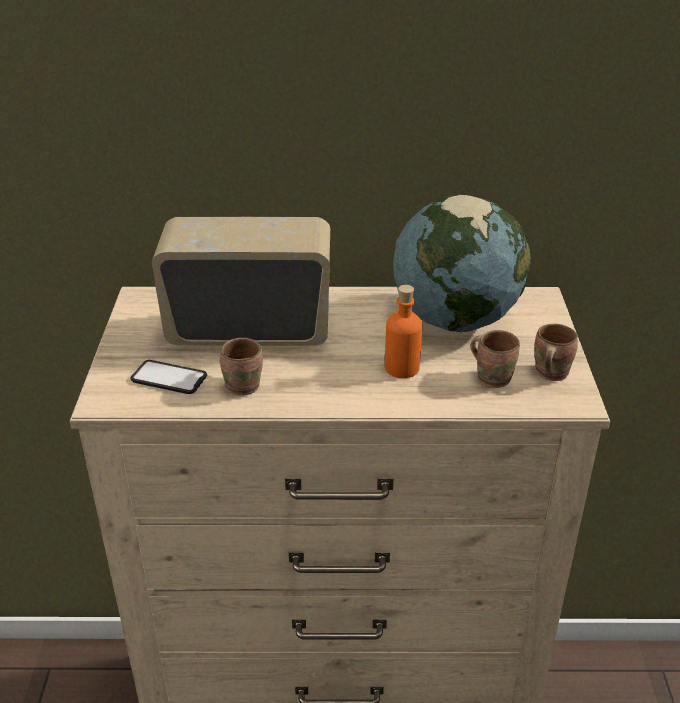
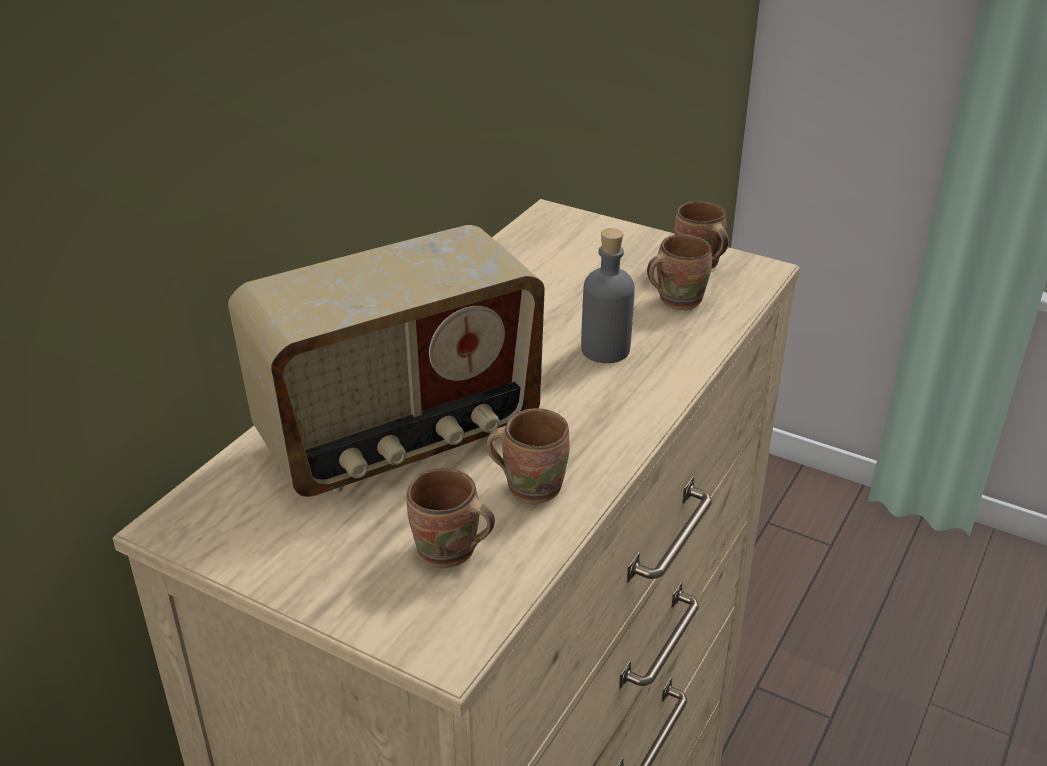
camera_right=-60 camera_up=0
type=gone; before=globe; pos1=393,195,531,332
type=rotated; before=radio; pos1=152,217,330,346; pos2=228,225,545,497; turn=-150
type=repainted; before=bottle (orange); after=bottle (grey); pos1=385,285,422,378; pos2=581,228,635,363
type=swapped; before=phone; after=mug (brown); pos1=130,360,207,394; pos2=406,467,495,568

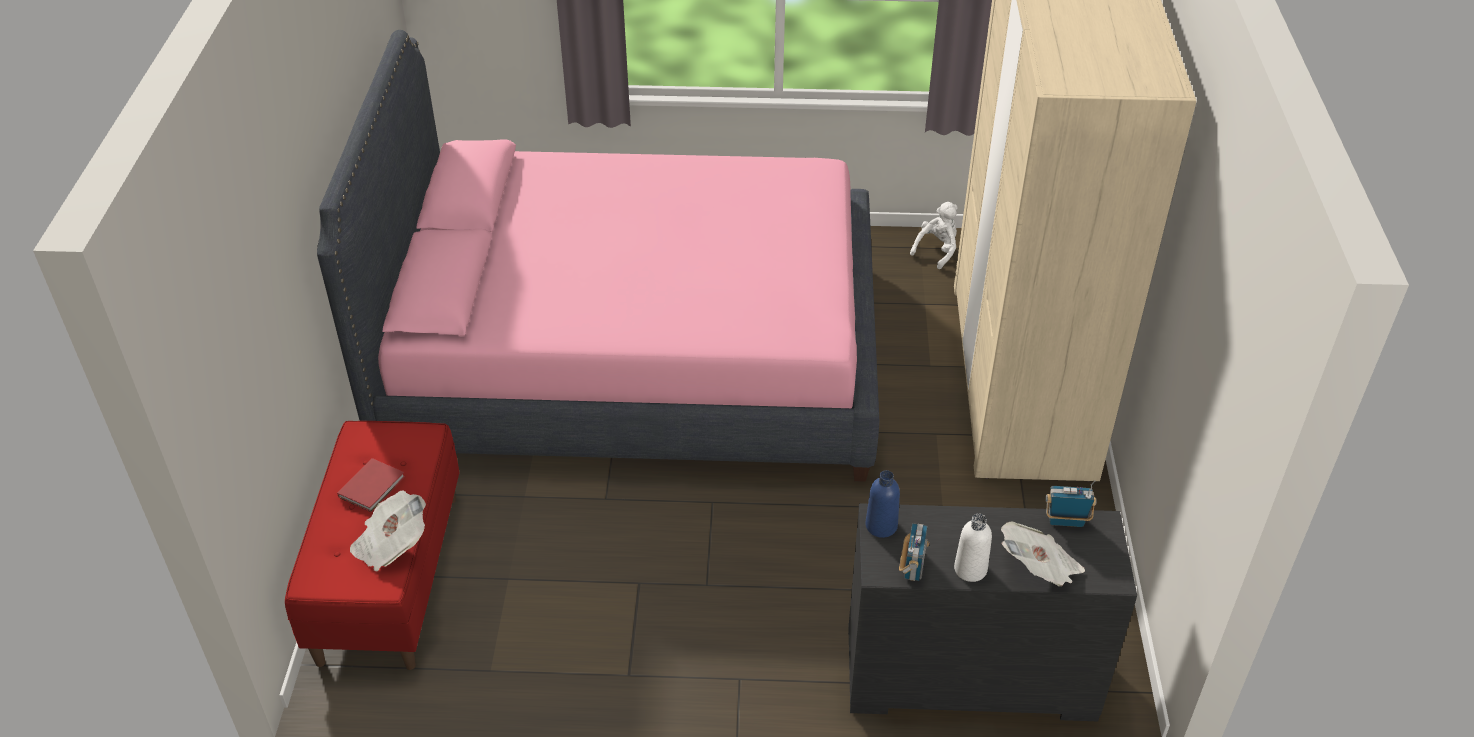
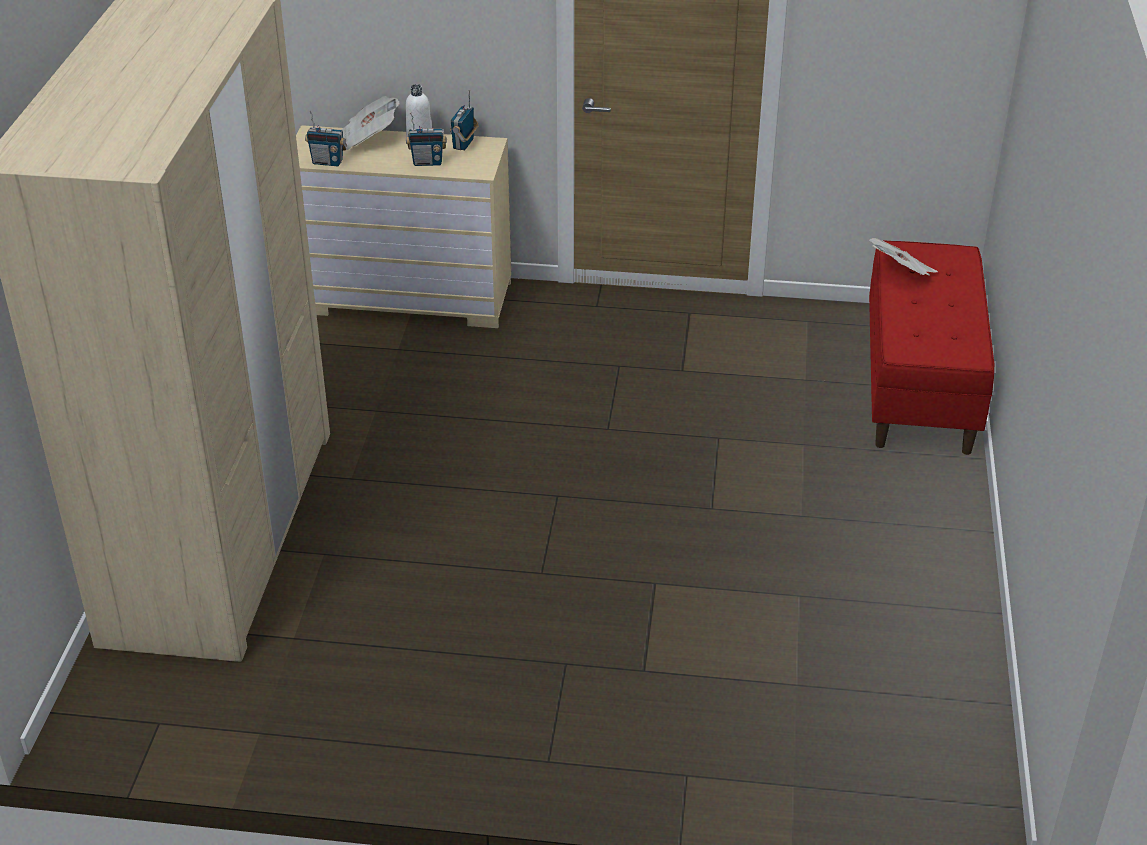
camera_right=-175 camera_up=-5
type=gone; before=bed (pink); pos1=317,30,879,482
type=gone; before=plush toy (white); pos1=910,202,958,269
type=gone; before=book (red); pos1=337,458,405,512
type=gone; before=bottle (blue); pos1=865,470,900,538
type=repainted; before=dresser (black); after=dresser (beige); pos1=848,503,1137,721; pos2=296,125,511,328
type=new; after=radio; pos2=406,112,447,166

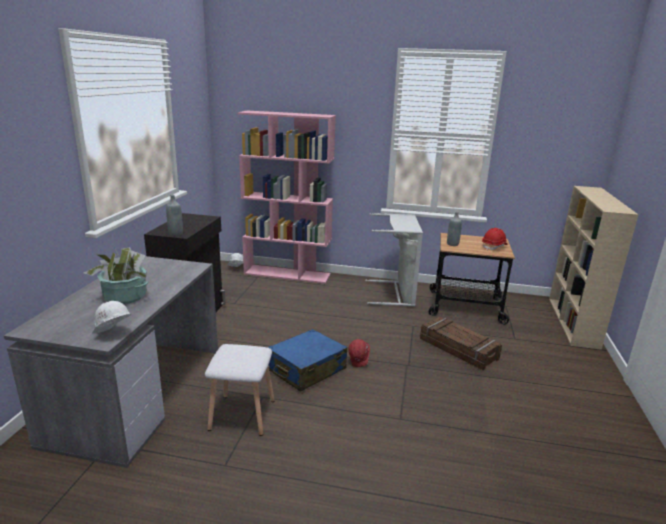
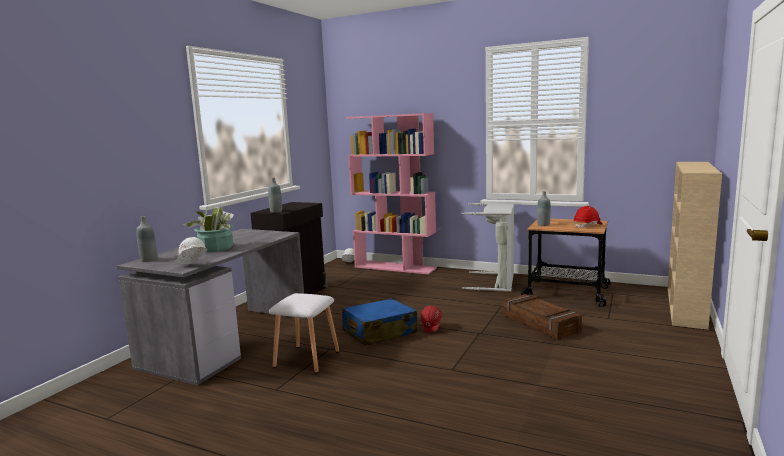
camera_right=15 camera_up=-10
type=new; after=bottle (grey); pos2=136,216,157,262

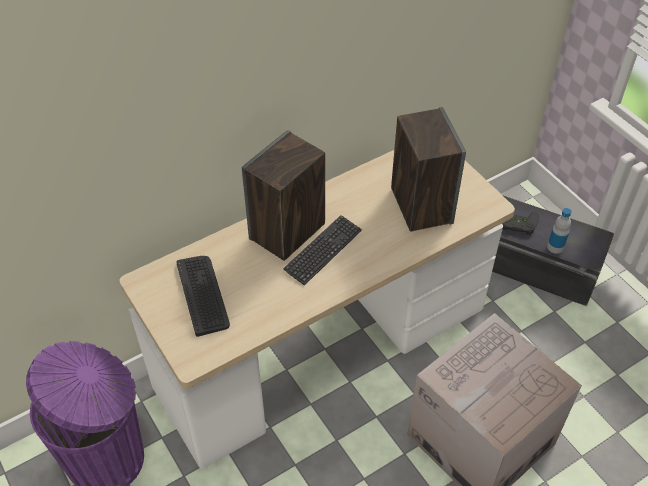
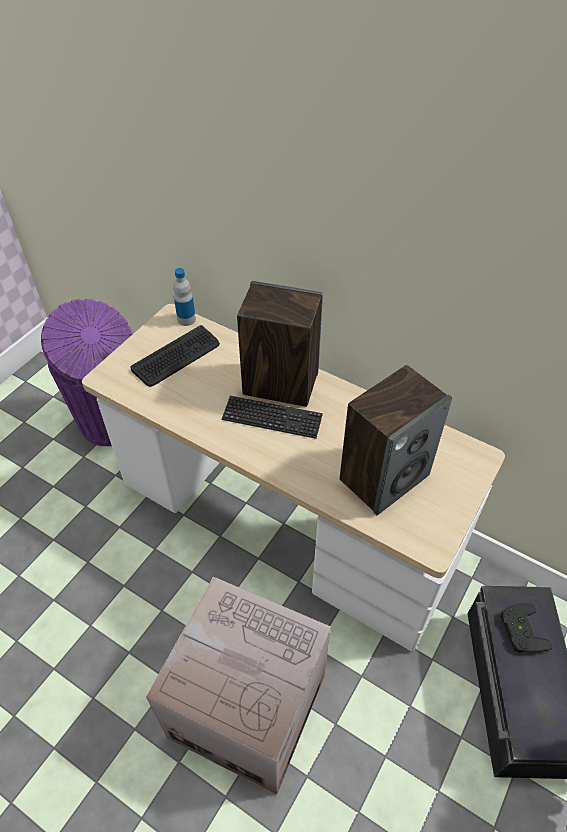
camera_right=65 camera_up=0
type=shifted; before=bottle; pos1=547,208,571,254; pos2=173,268,196,326

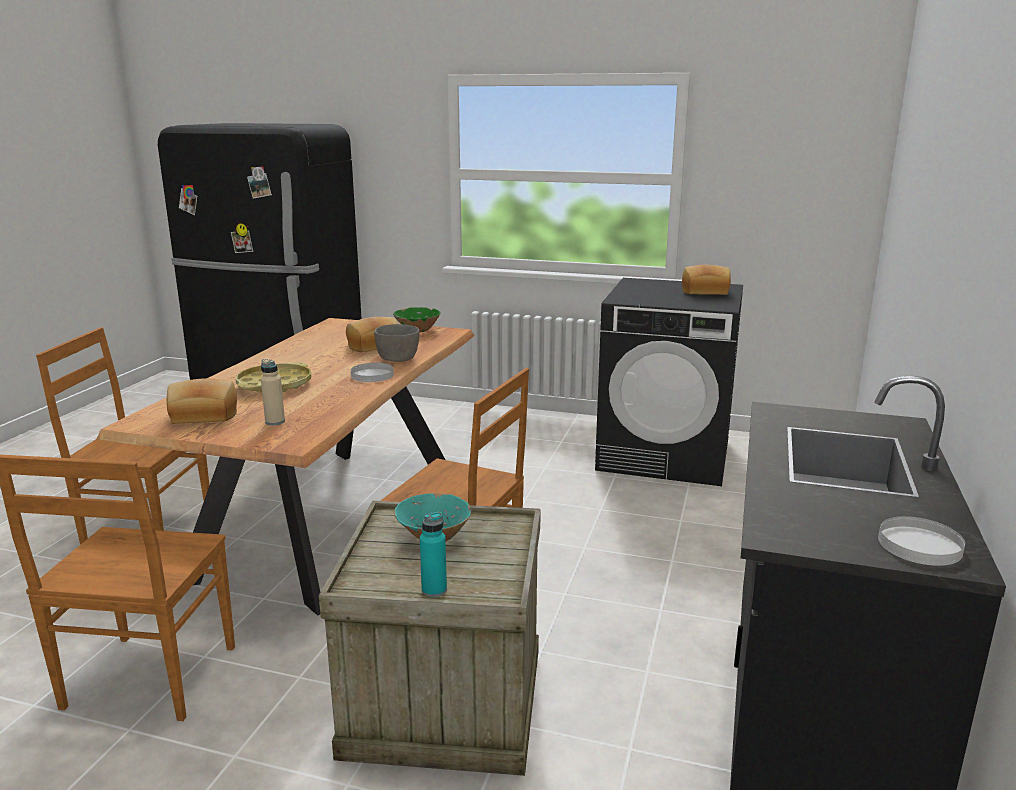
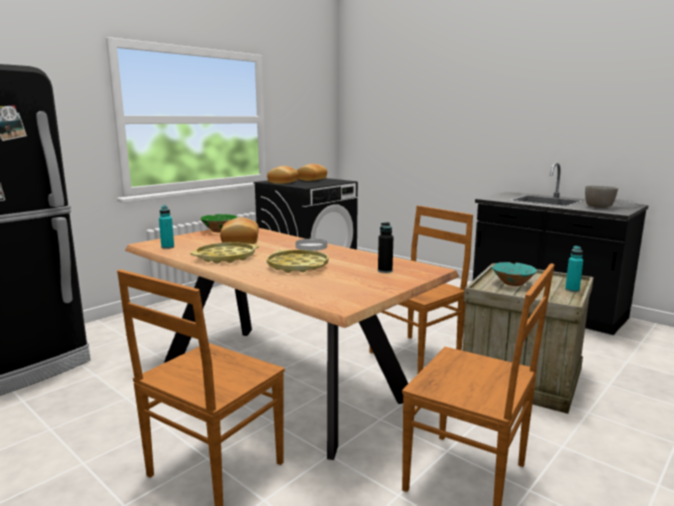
camera_right=-65 camera_up=-5
type=shifted; before=bowl (grey); pos1=374,324,419,362; pos2=585,186,618,208
type=repainted; before=bottle (beige); after=bottle (black); pos1=261,359,285,425; pos2=378,222,393,273
type=shifted; before=bread; pos1=167,378,237,424; pos2=267,166,298,184
type=new; after=bottle (turquoise); pos2=159,205,174,249
type=new; after=tray (yellow); pos2=190,242,259,264

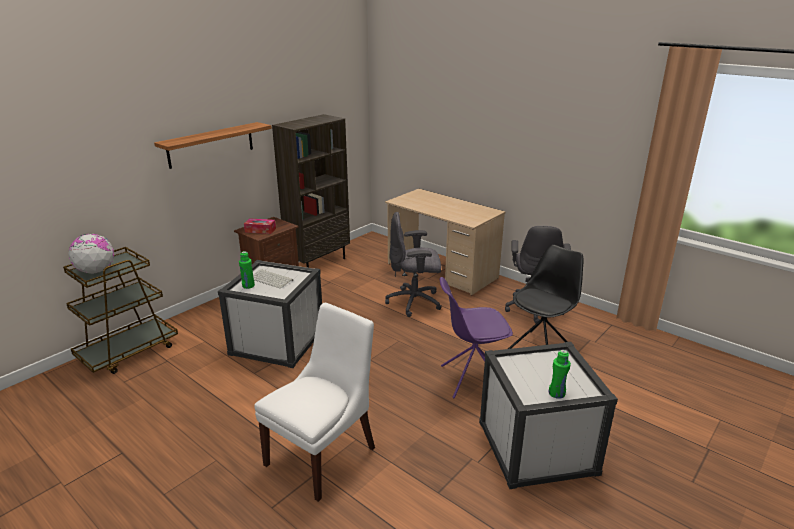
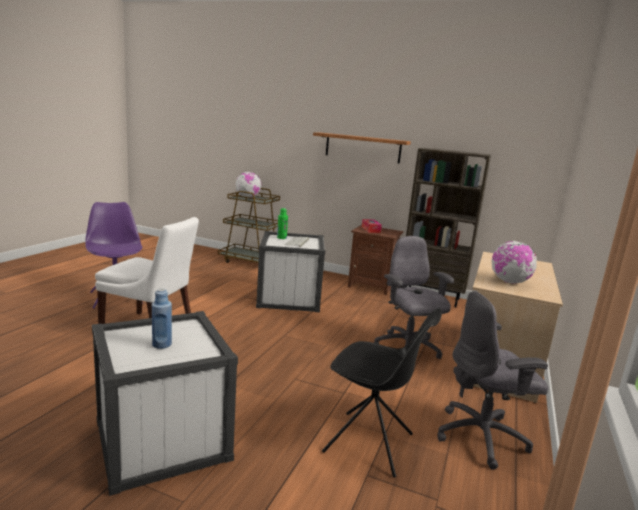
camera_right=70 camera_up=-10
type=shifted; before=chair (purple); pos1=440,277,513,398; pos2=85,202,143,309
type=gone; before=bottle (green); pos1=549,350,571,399
type=new; after=globe; pos2=492,241,537,284
type=new; after=bottle (blue); pos2=151,289,172,349

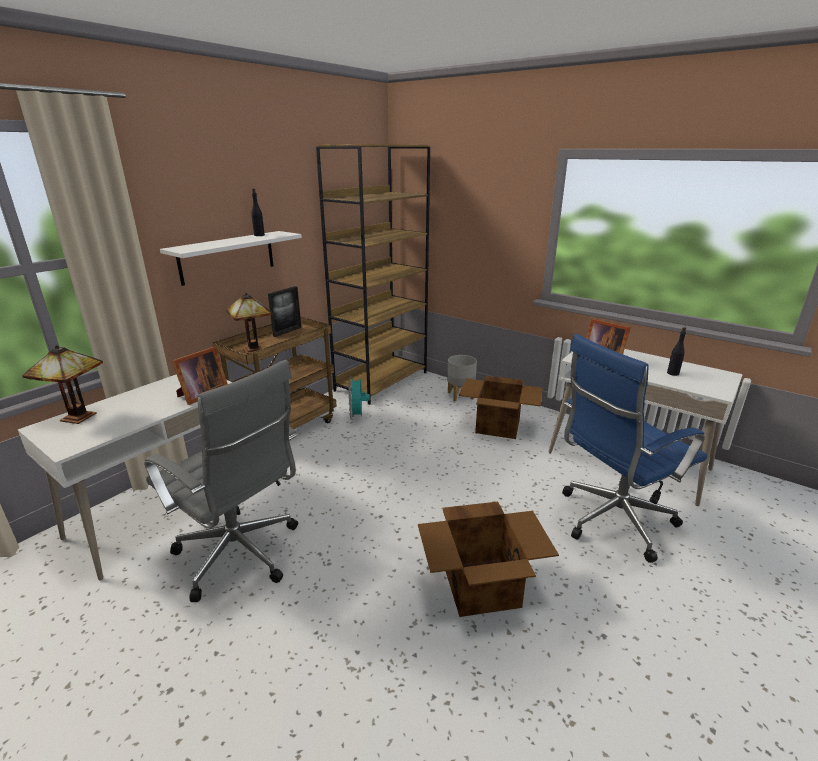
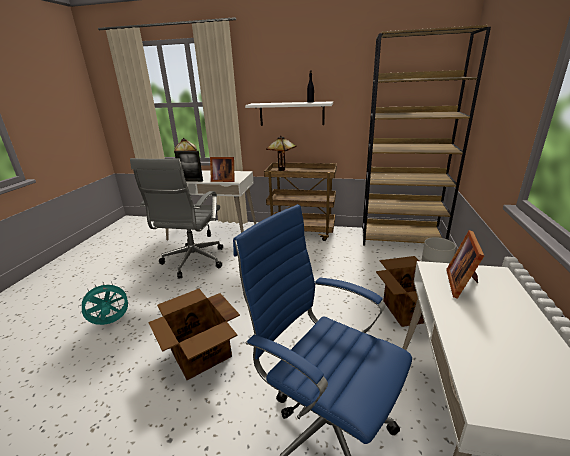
camera_right=65 camera_up=0
type=shifted; before=picture frame; pos1=268,286,301,337; pos2=174,151,203,182
type=gone; before=bottle (black); pos1=667,327,686,376
type=shifted; before=fan (turquoise); pos1=348,376,370,420; pos2=78,281,129,325

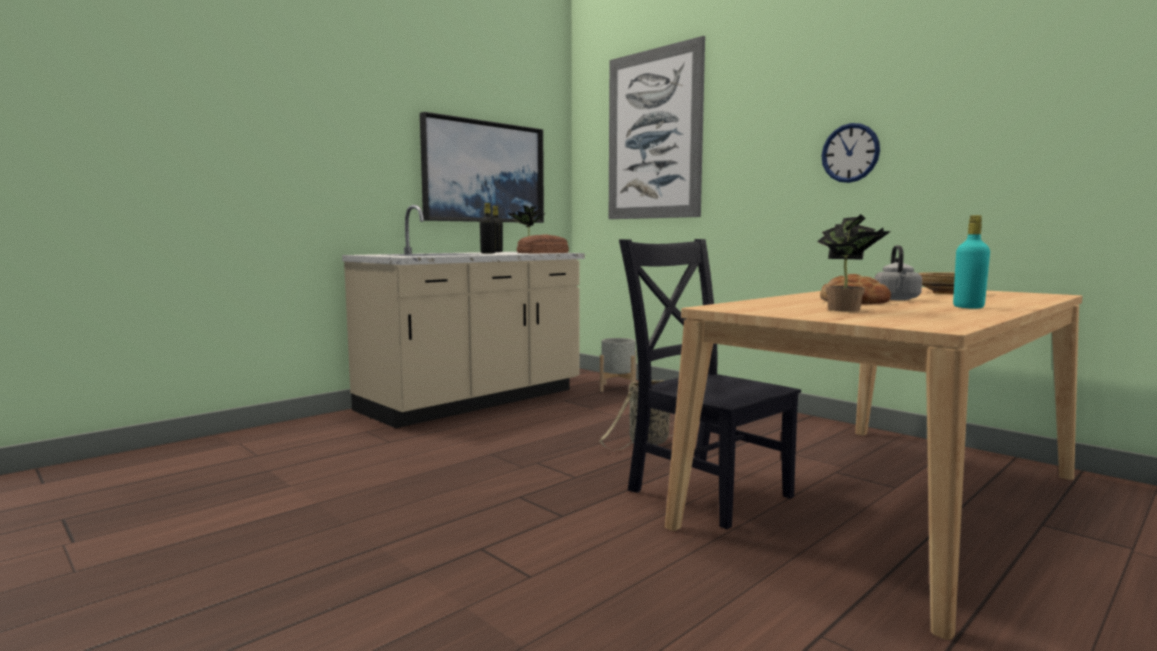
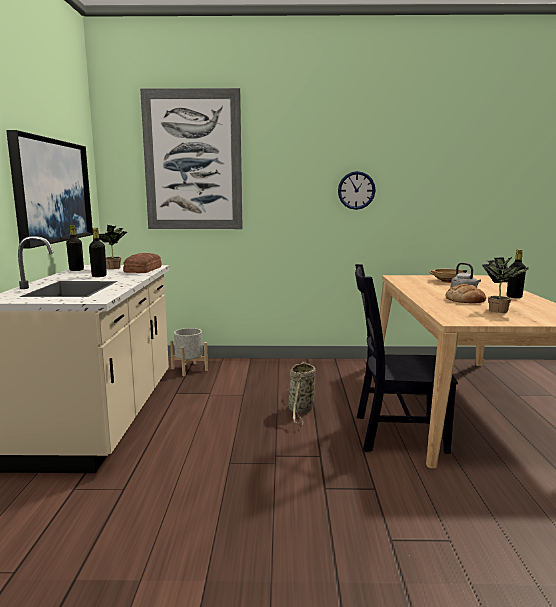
camera_right=-45 camera_up=5
type=repainted; before=bottle (turquoise); after=bottle (black); pos1=953,215,990,309; pos2=507,249,526,298

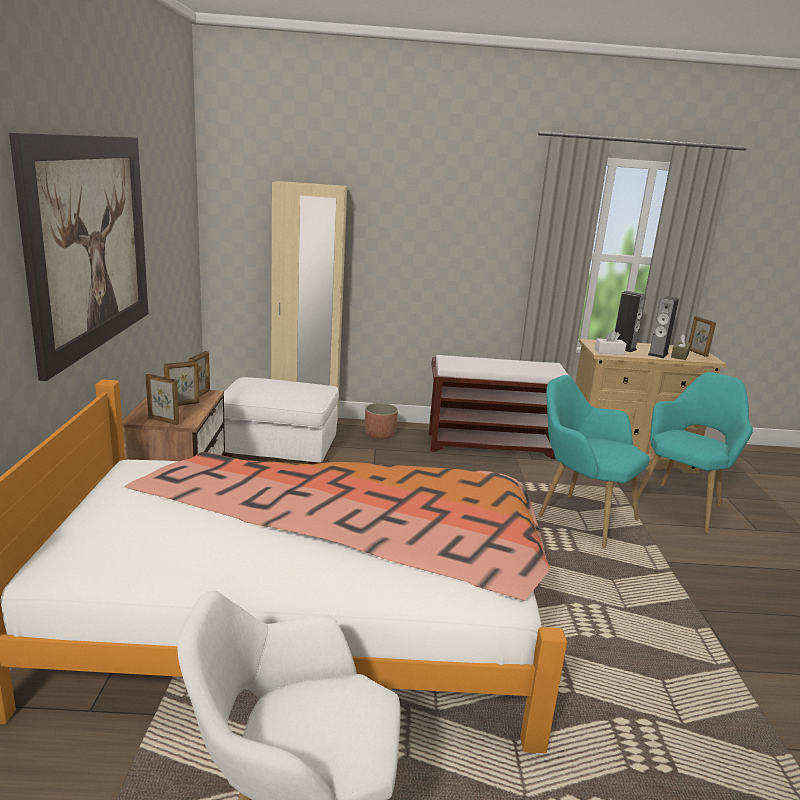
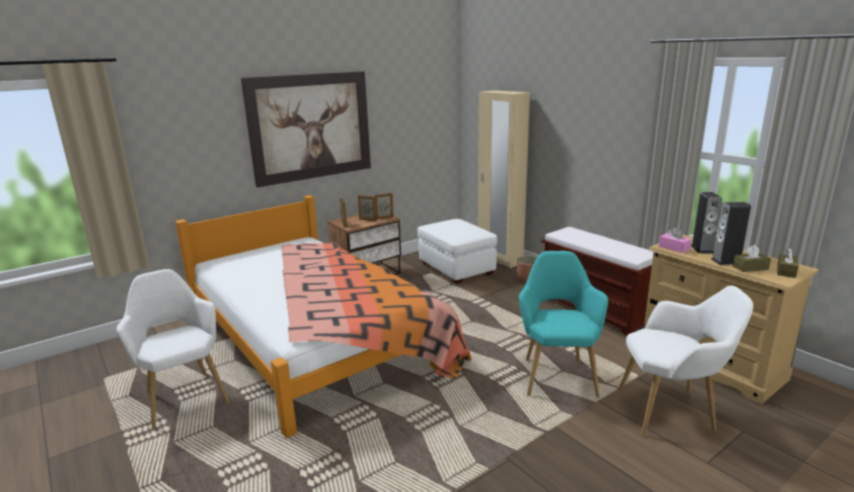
camera_right=55 camera_up=0
type=swapped; before=picture frame; after=tissue box (brown); pos1=688,316,716,357; pos2=777,248,799,278
type=repainted; before=tissue box (white); after=tissue box (pink); pos1=595,330,626,355; pos2=659,227,692,253
type=repainted; before=armchair (turquoise); after=armchair (white); pos1=632,372,753,533; pos2=619,286,753,436

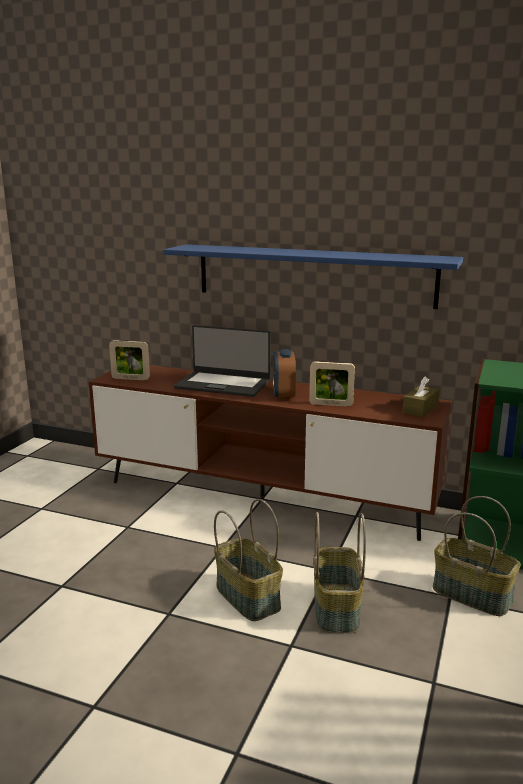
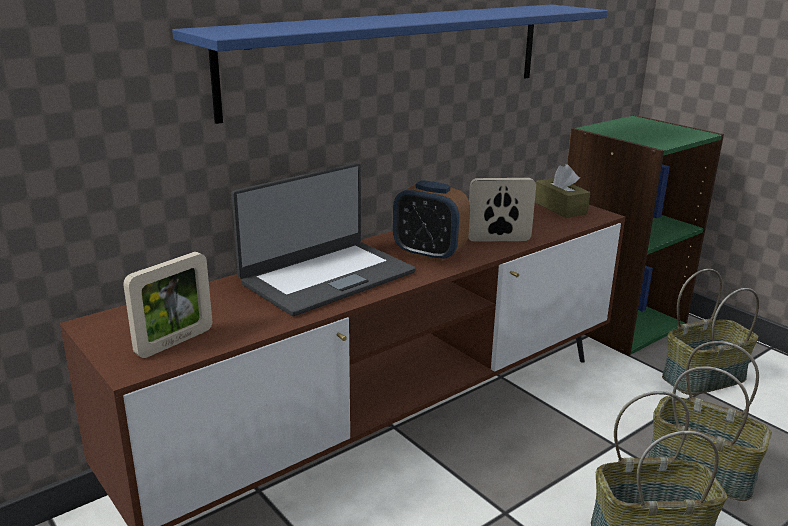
camera_right=-60 camera_up=5
type=rotated; before=picture frame; pos1=309,361,355,407; pos2=468,178,536,242; turn=-135

